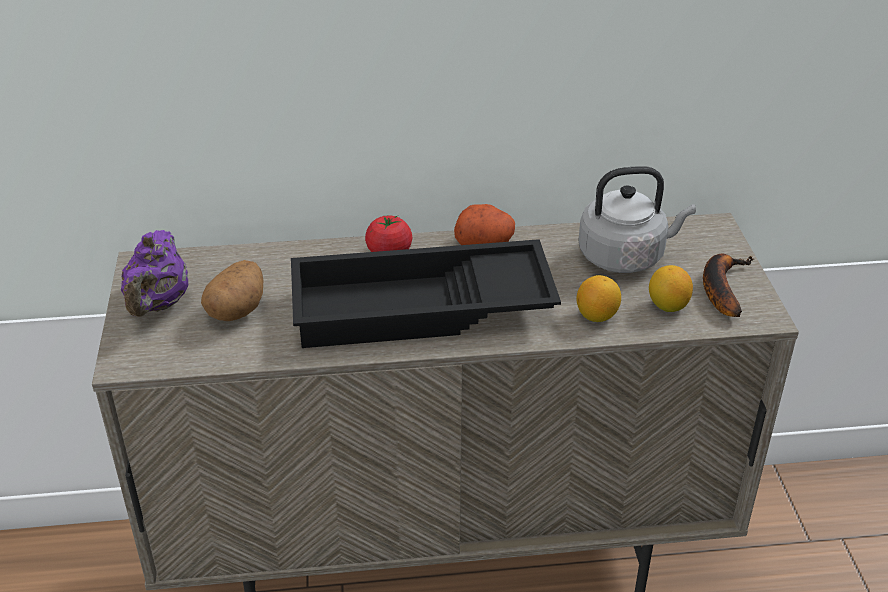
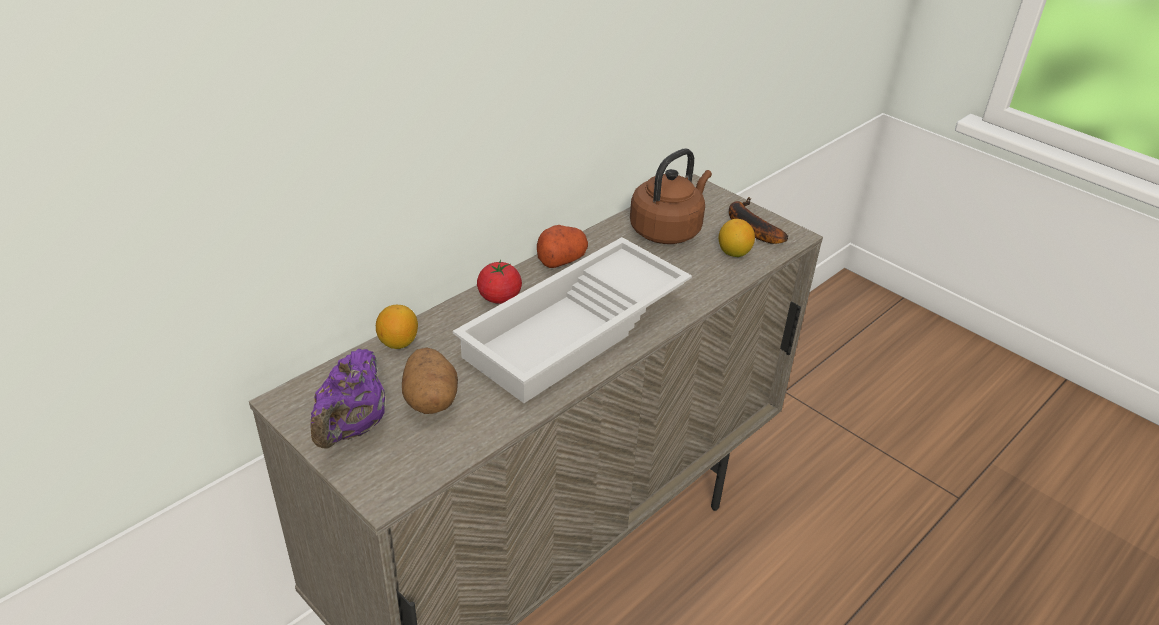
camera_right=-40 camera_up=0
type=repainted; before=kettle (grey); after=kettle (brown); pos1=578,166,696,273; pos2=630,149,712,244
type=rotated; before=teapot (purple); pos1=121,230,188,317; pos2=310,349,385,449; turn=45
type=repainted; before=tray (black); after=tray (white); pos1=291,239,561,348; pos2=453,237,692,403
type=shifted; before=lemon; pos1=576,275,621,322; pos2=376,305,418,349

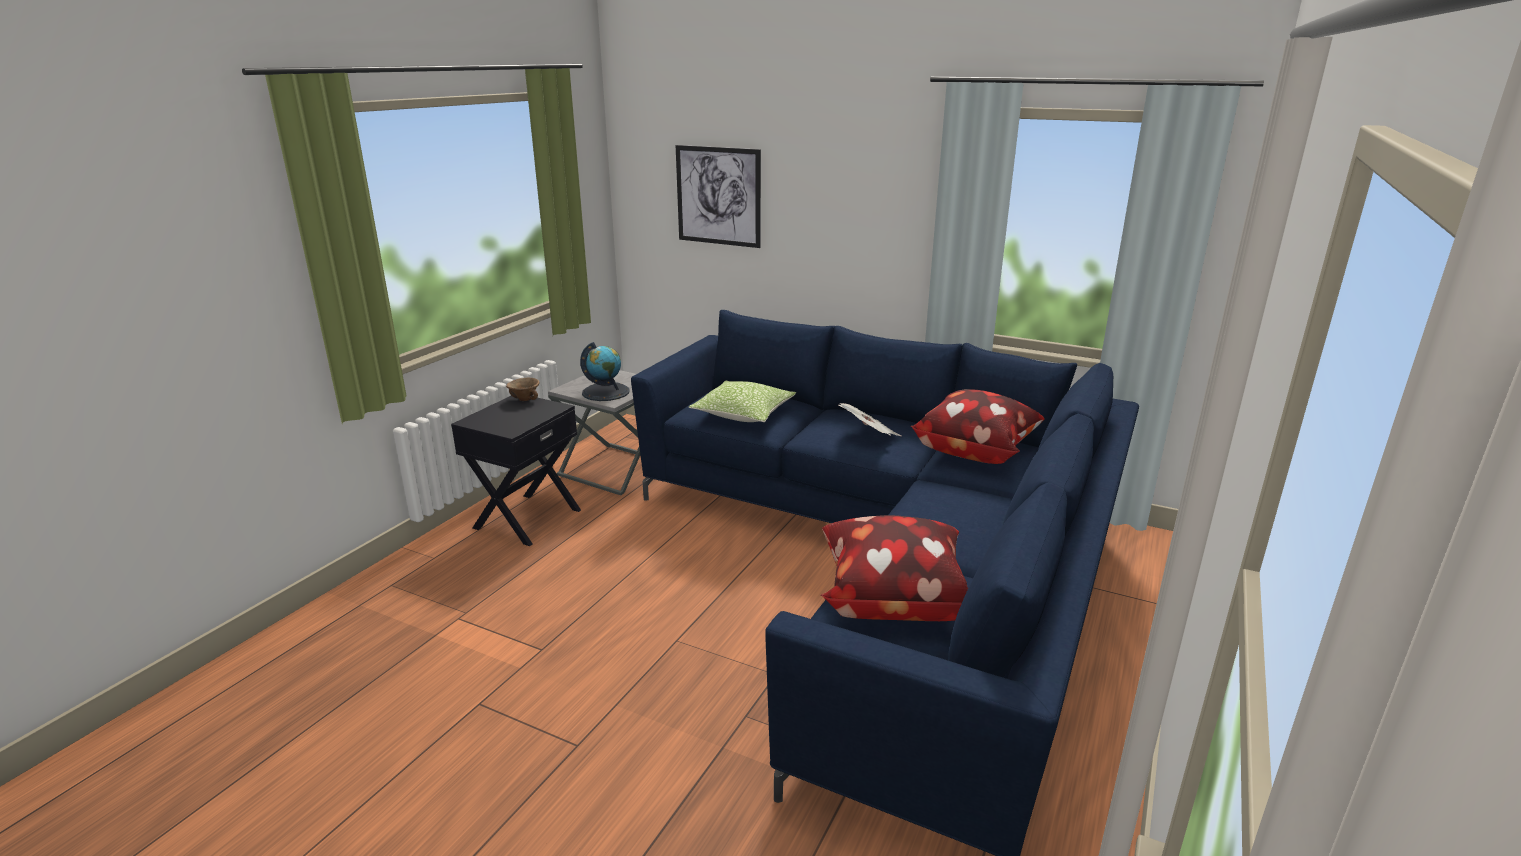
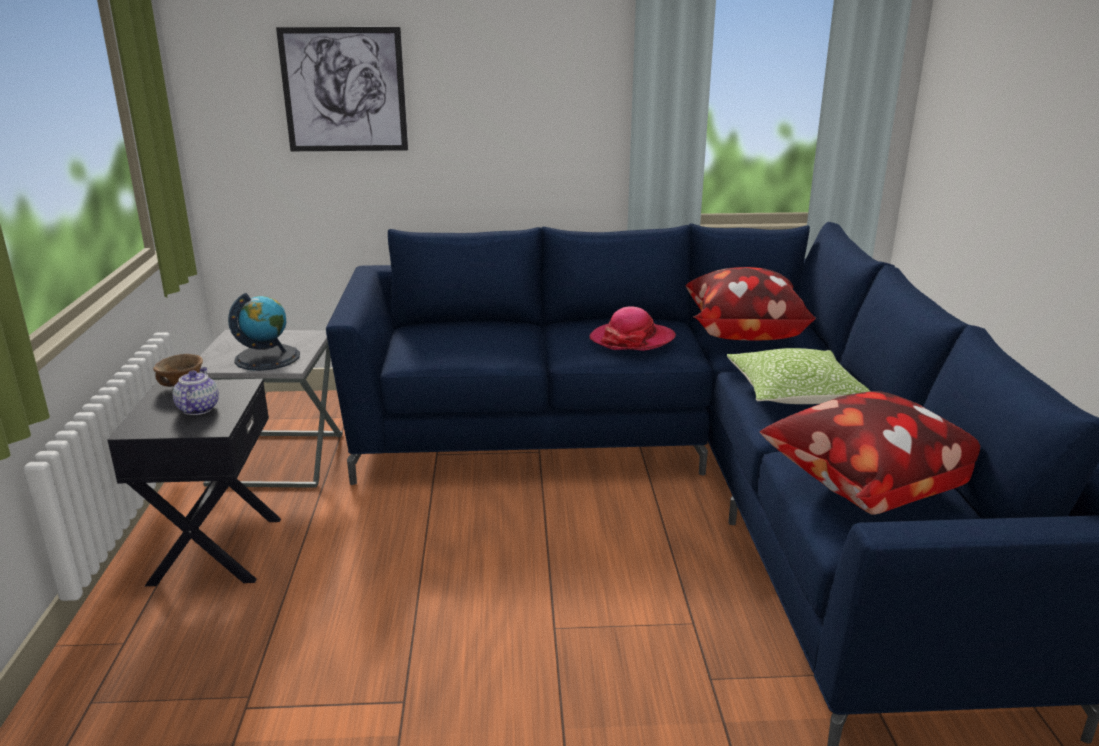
camera_right=-30 camera_up=0
type=shifted; before=pillow; pos1=689,381,796,422; pos2=727,348,870,404
type=swapped; before=newspaper; after=hat; pos1=839,403,902,436; pos2=589,307,676,351
type=new; after=teapot; pos2=173,367,219,415

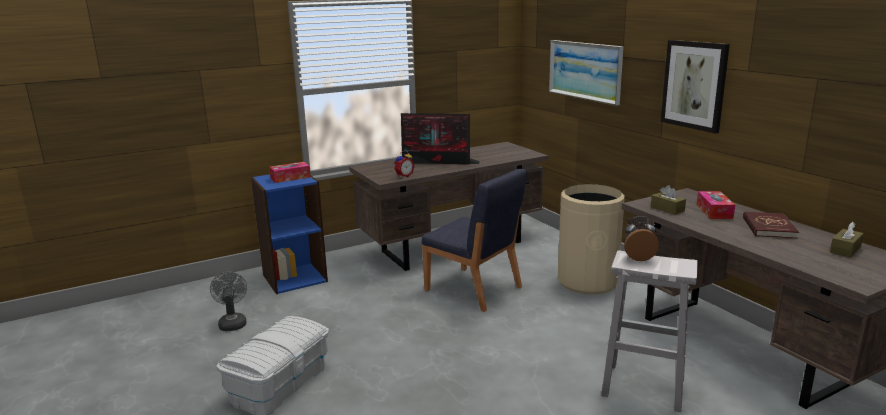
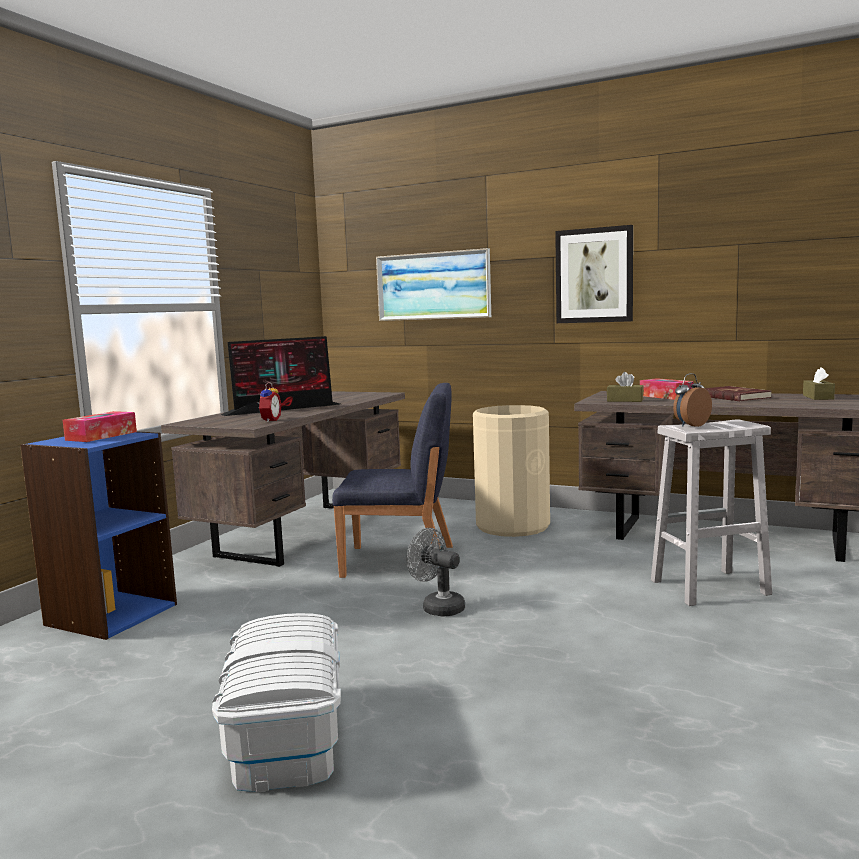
camera_right=-35 camera_up=-10
type=shifted; before=fan (grey); pos1=210,272,247,331; pos2=407,528,465,617

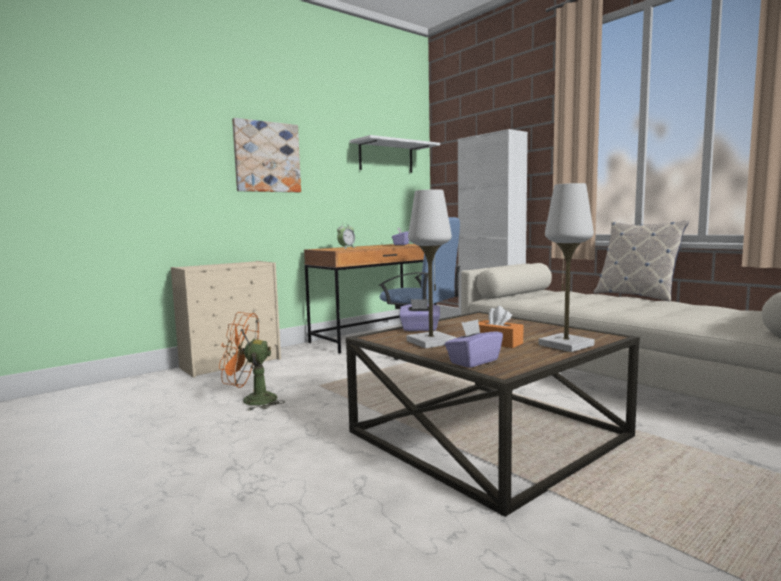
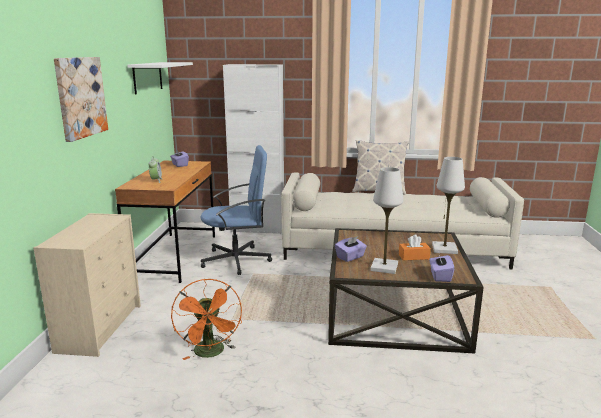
camera_right=-45 camera_up=10
type=rotated; before=fan (orange); pos1=219,312,285,411; pos2=171,279,242,360; turn=-60

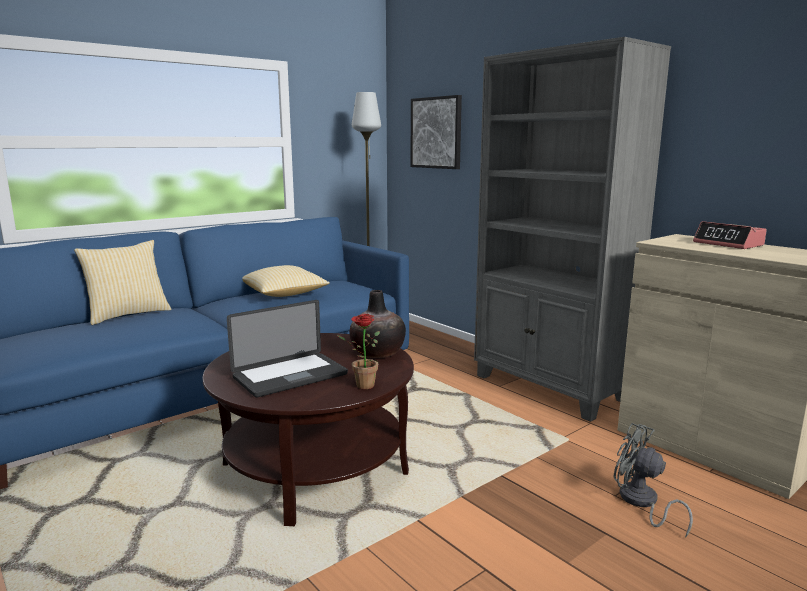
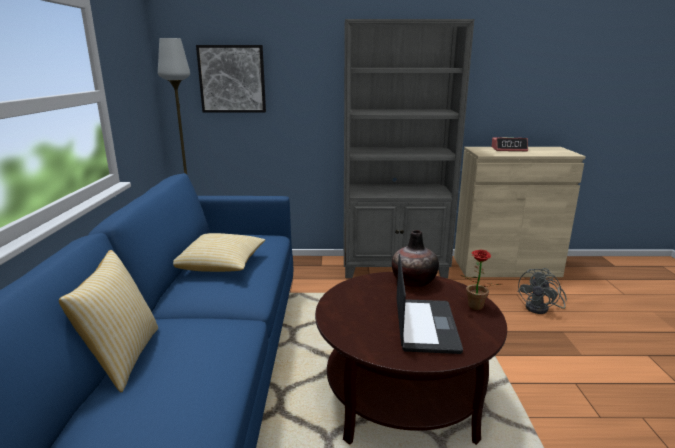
camera_right=-50 camera_up=5
type=rotated; before=fan (grey); pos1=614,423,693,538; pos2=518,268,567,314; turn=-45

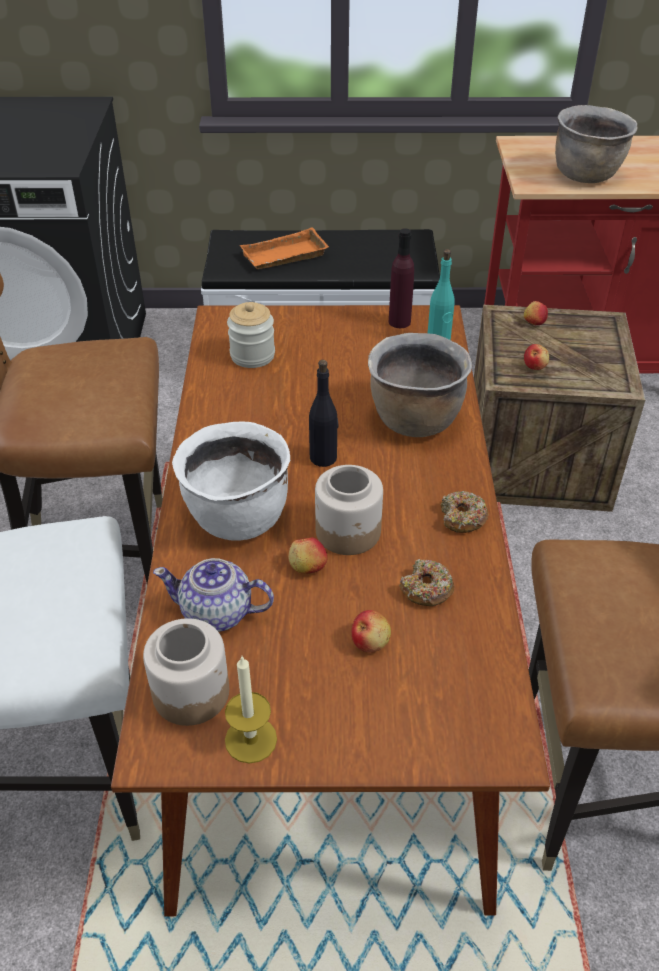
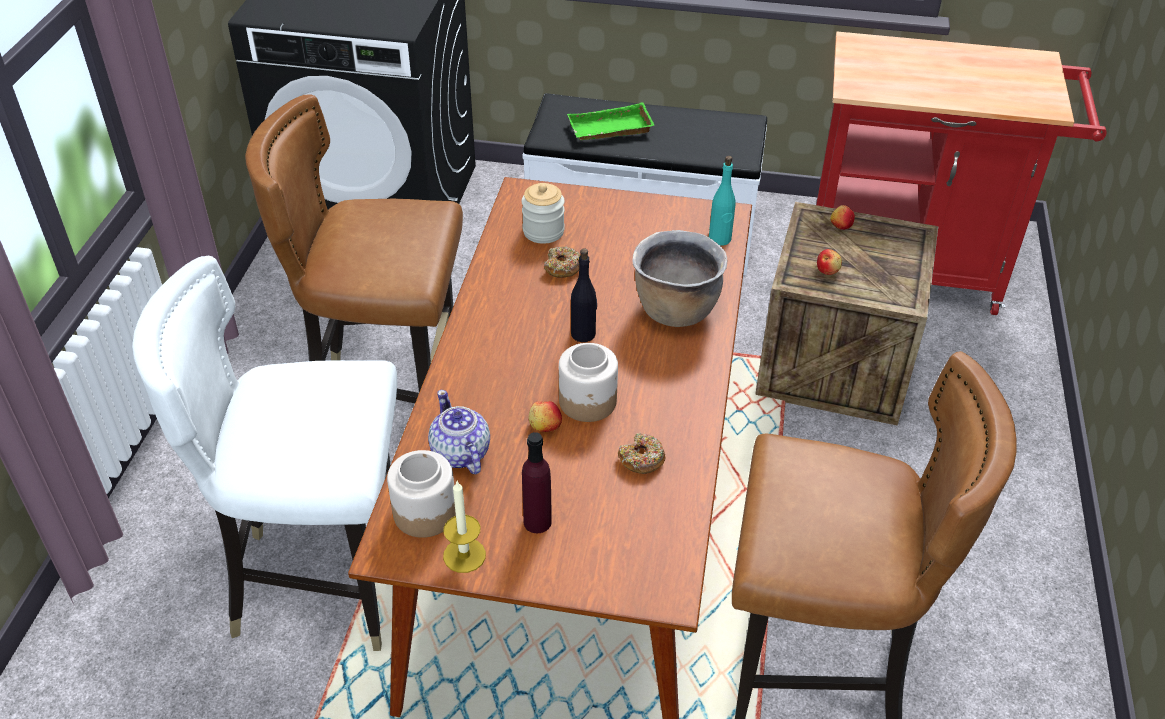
camera_right=10 camera_up=0
type=gone; before=cooking pot (brown); pos1=555,105,638,183
type=repainted; before=tray (orange); after=tray (green); pos1=240,227,329,269; pos2=567,102,654,140
type=shifted; before=bottle (purple); pos1=389,228,414,328; pos2=522,432,552,533
type=gone; before=cooking pot (white); pos1=172,422,290,540
type=shifted; before=donut; pos1=440,491,488,533; pos2=544,246,580,278
type=rotated; before=teapot; pos1=153,558,274,632; pos2=428,390,490,474; turn=45
type=gone; before=apple; pos1=352,610,391,652

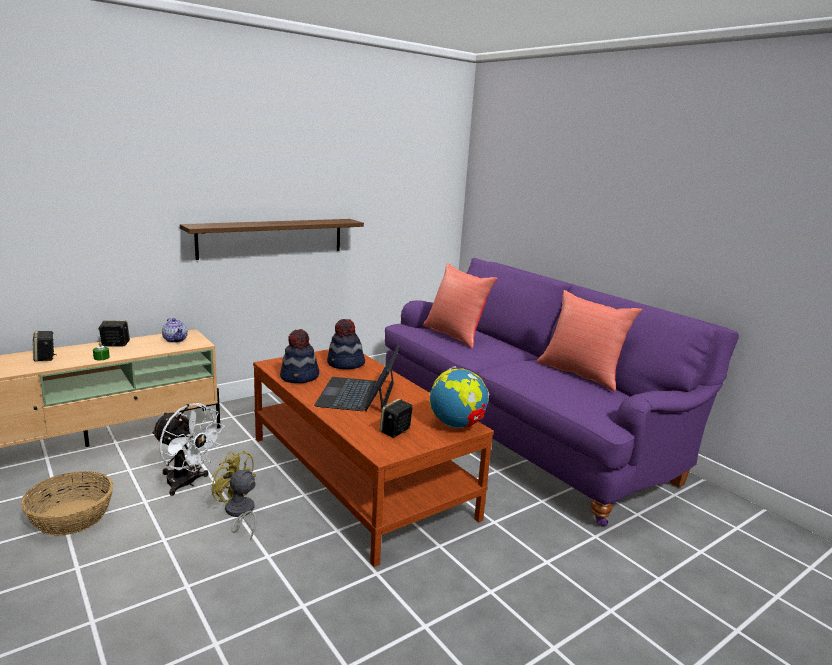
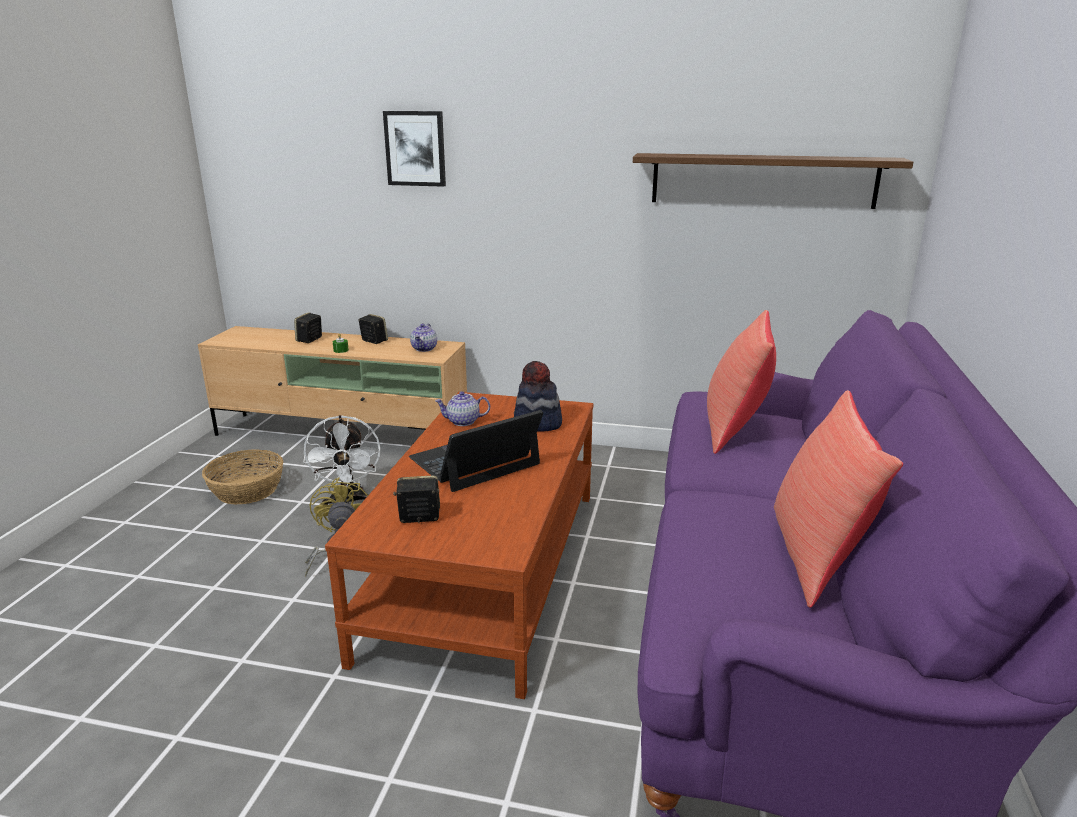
camera_right=50 camera_up=5
type=shifted; before=shelf; pos1=180,219,364,260; pos2=633,153,913,209
type=swapped; before=hat; after=teapot; pos1=280,329,319,383; pos2=435,391,490,426
type=gone; before=globe; pos1=429,366,489,428
type=new; after=picture; pos2=383,111,446,187

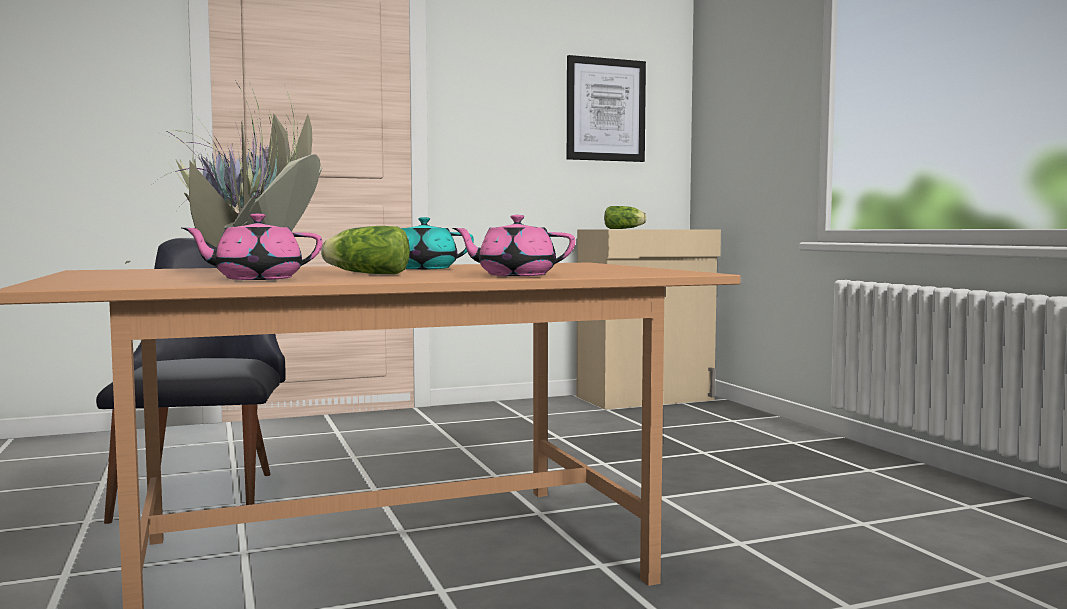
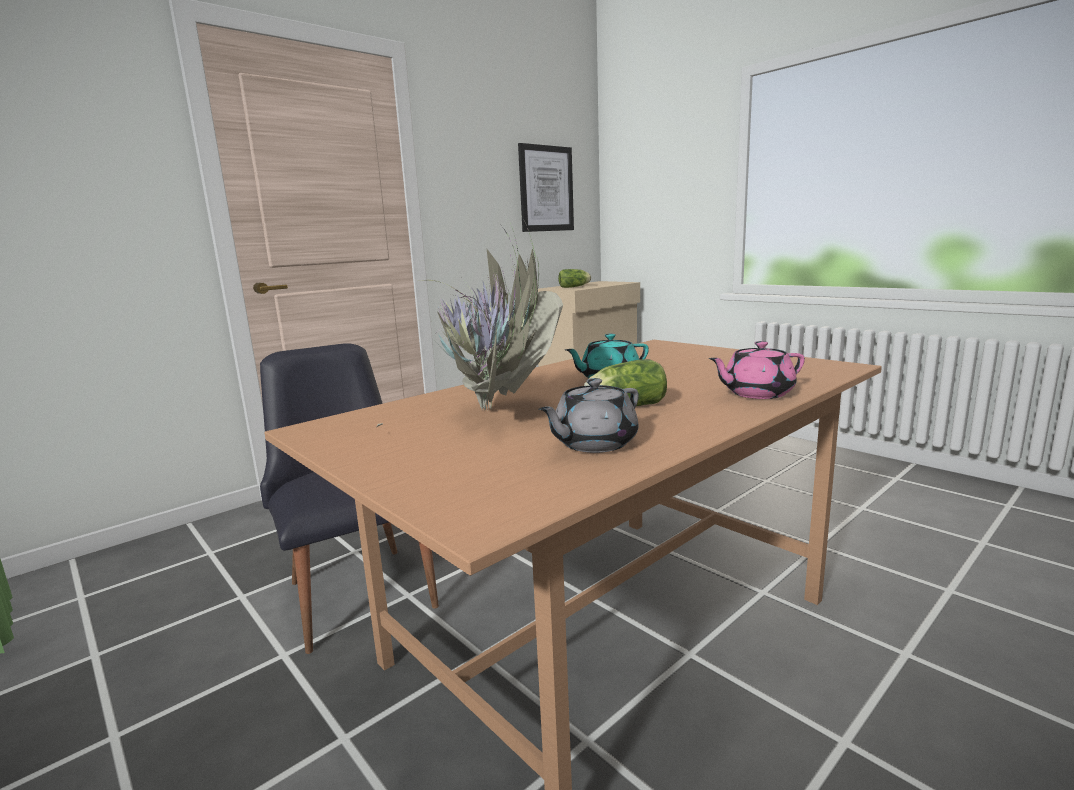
camera_right=-20 camera_up=10
type=repainted; before=teapot (pink); after=teapot (grey); pos1=182,214,323,280; pos2=539,378,639,453

